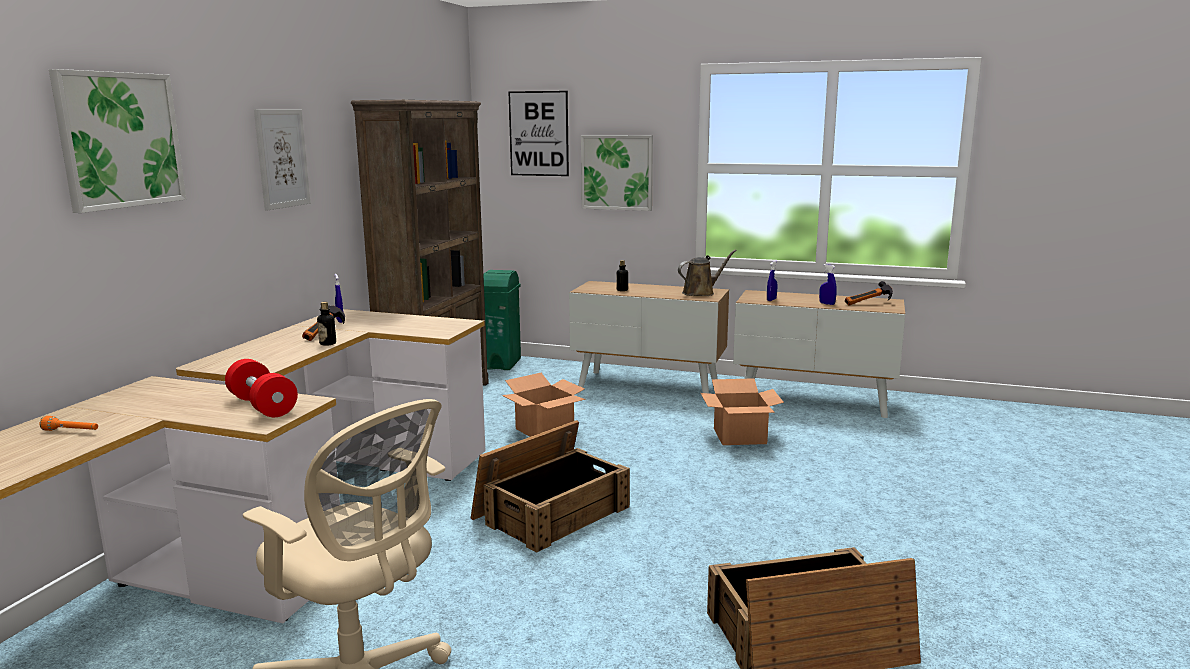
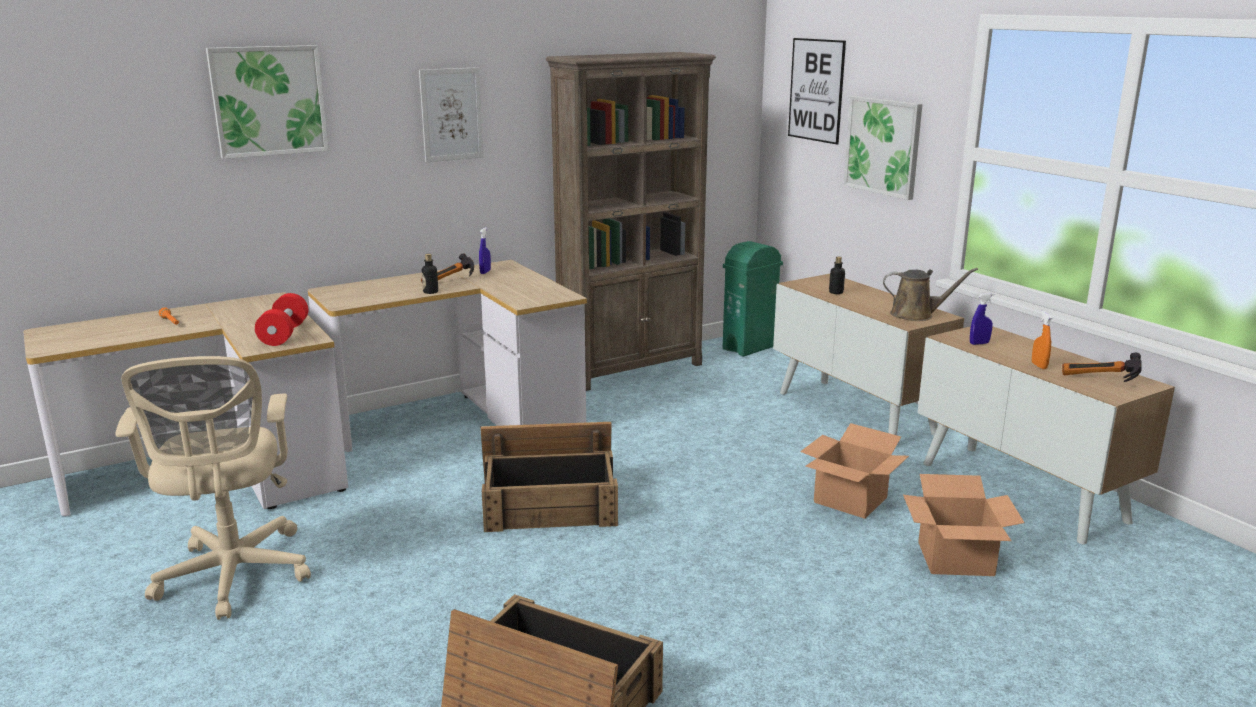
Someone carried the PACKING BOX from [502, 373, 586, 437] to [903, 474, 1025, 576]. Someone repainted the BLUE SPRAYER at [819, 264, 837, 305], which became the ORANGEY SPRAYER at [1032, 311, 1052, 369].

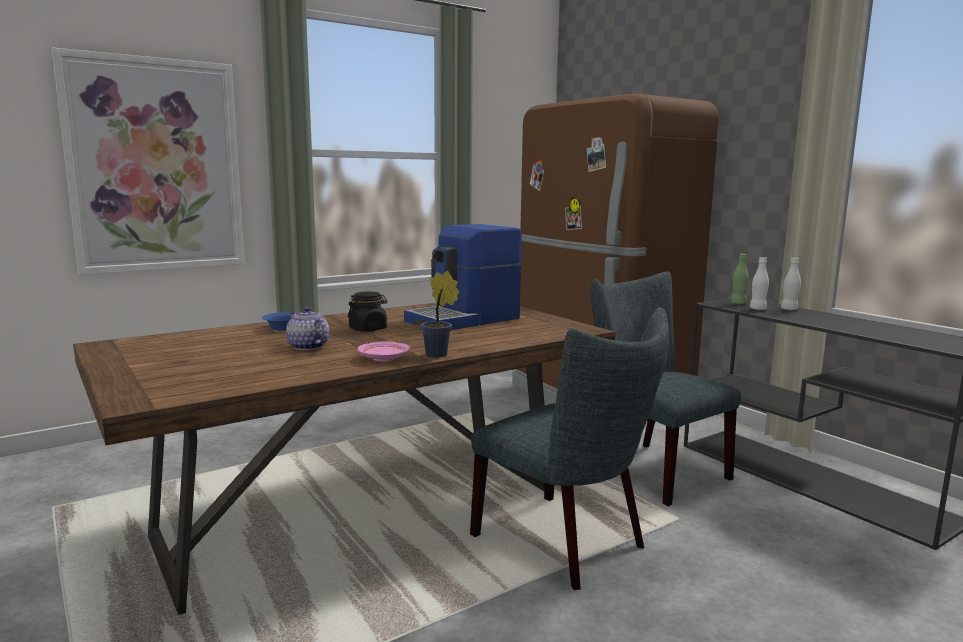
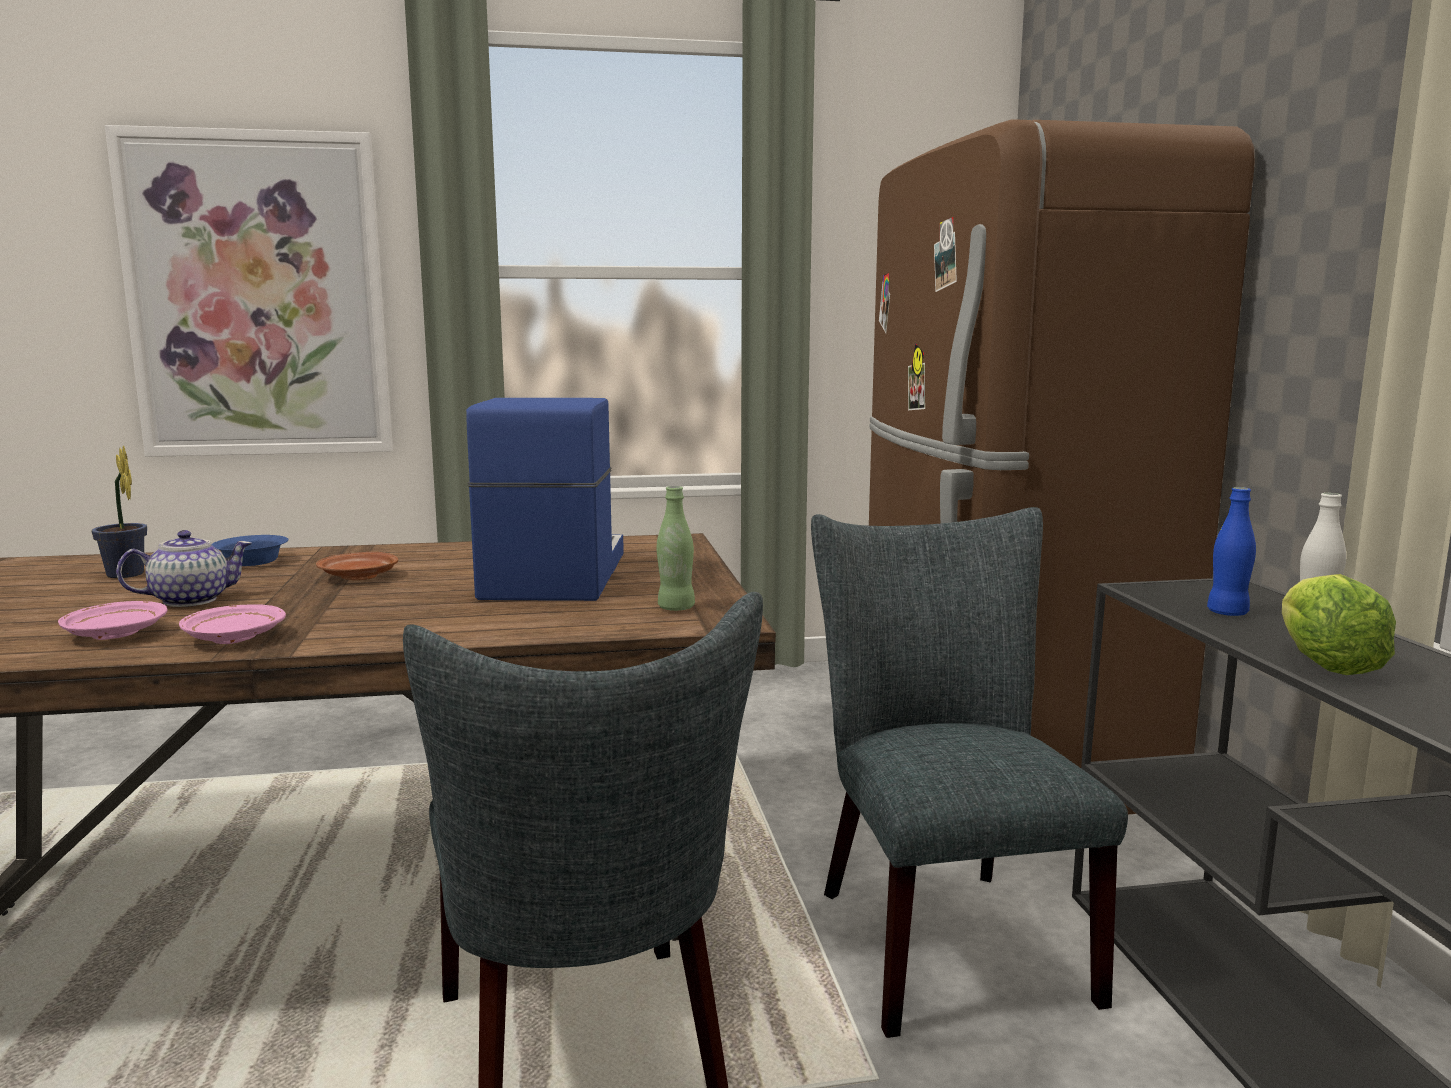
Someone put down the PINKISH FLAT DISH at [58, 601, 168, 640]. Someone put down the HEAD OF LETTUCE at [1282, 574, 1396, 675]. Someone carried the PLANT IN A POT from [421, 271, 459, 358] to [92, 446, 147, 578]. Someone carried the GREEN DRINK BOTTLE from [731, 254, 749, 304] to [657, 486, 695, 611]. Someone swapped the BLACK-COLOURED JAR at [348, 291, 387, 332] for the BROWN-COLOURED FLAT DISH at [316, 552, 398, 580]. Someone repainted the WHITE DRINK BOTTLE at [750, 257, 769, 310], which became the BLUE DRINK BOTTLE at [1207, 487, 1256, 616]. Someone rotated the TEAPOT at [286, 307, 329, 350] by 75 degrees clockwise. Someone rotated the COFFEE MAKER at [404, 224, 522, 330] by 105 degrees clockwise.

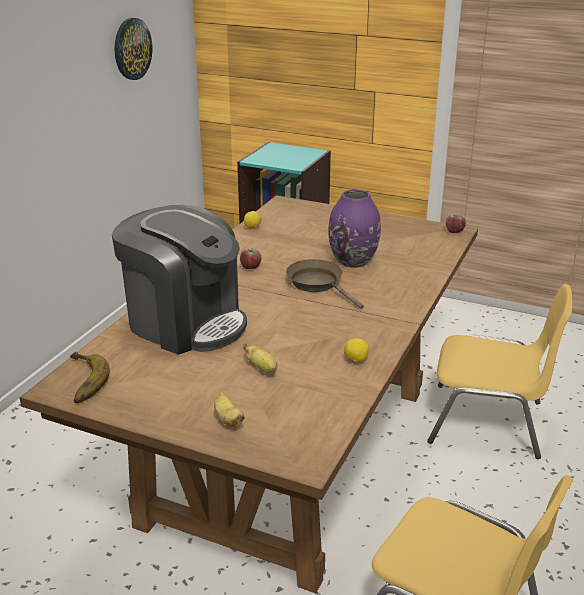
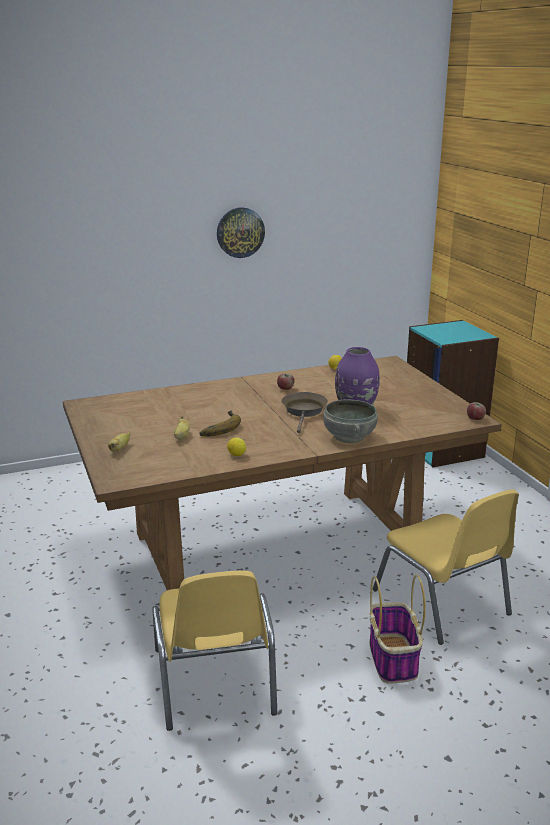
Someone took away the COFFEE MAKER at [112, 205, 247, 355]. Someone put down the GREY SERVING BOWL at [323, 399, 378, 443]. Someone put down the STORAGE BASKET at [370, 575, 426, 684]. Someone carried the BANANA from [70, 352, 110, 404] to [200, 410, 241, 437]. Someone carried the CLOCK ON THE WALL from [115, 18, 152, 80] to [217, 207, 265, 258].

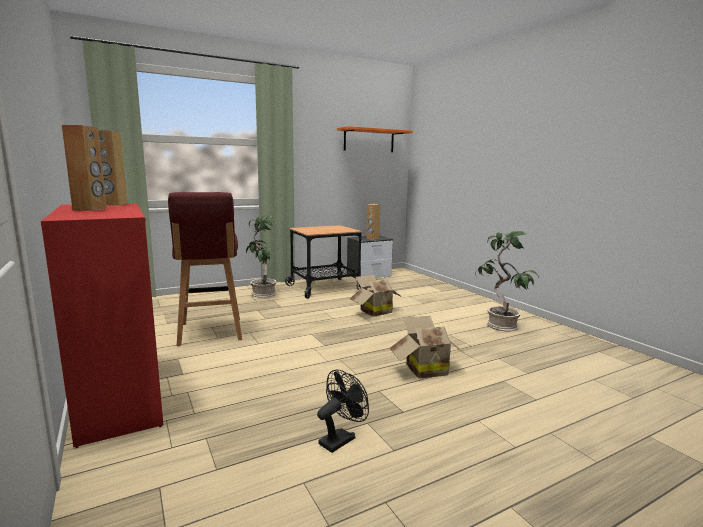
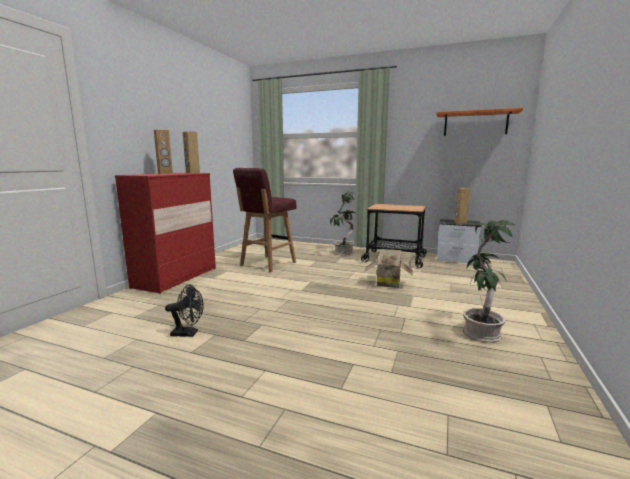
Someone took away the PACKING BOX at [390, 316, 466, 379].

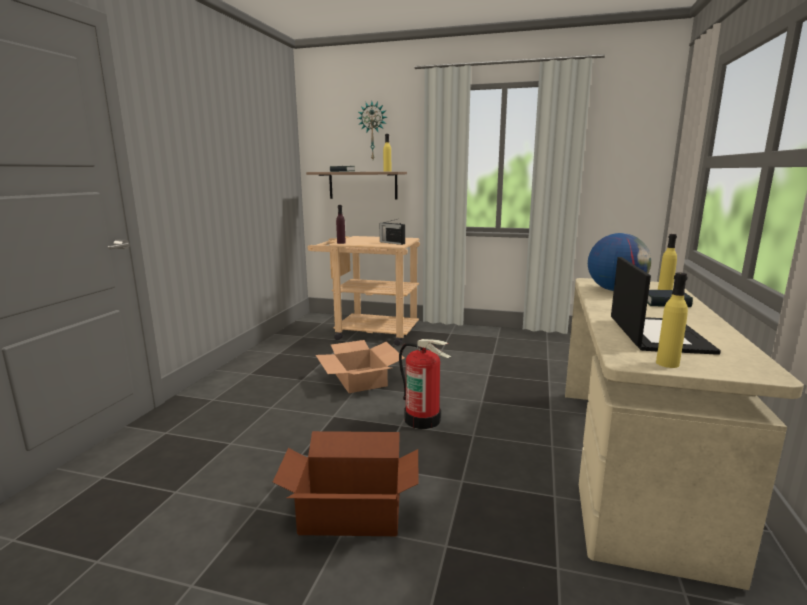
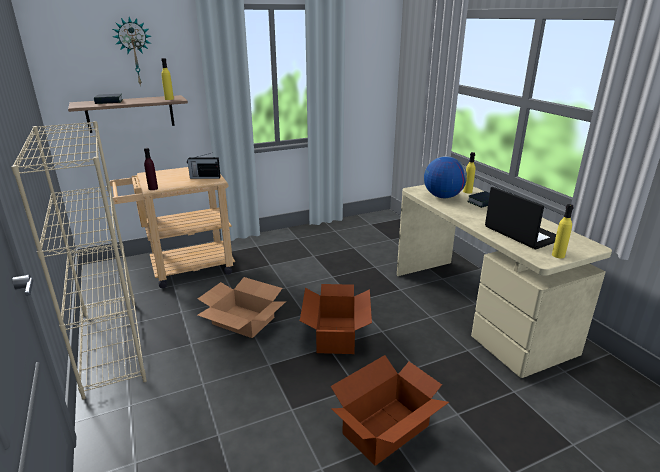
Someone put down the BEIGE BOOKSHELF at [11, 121, 147, 400]. Someone swapped the FIRE EXTINGUISHER at [399, 339, 451, 429] for the PACKING BOX at [300, 284, 372, 354].

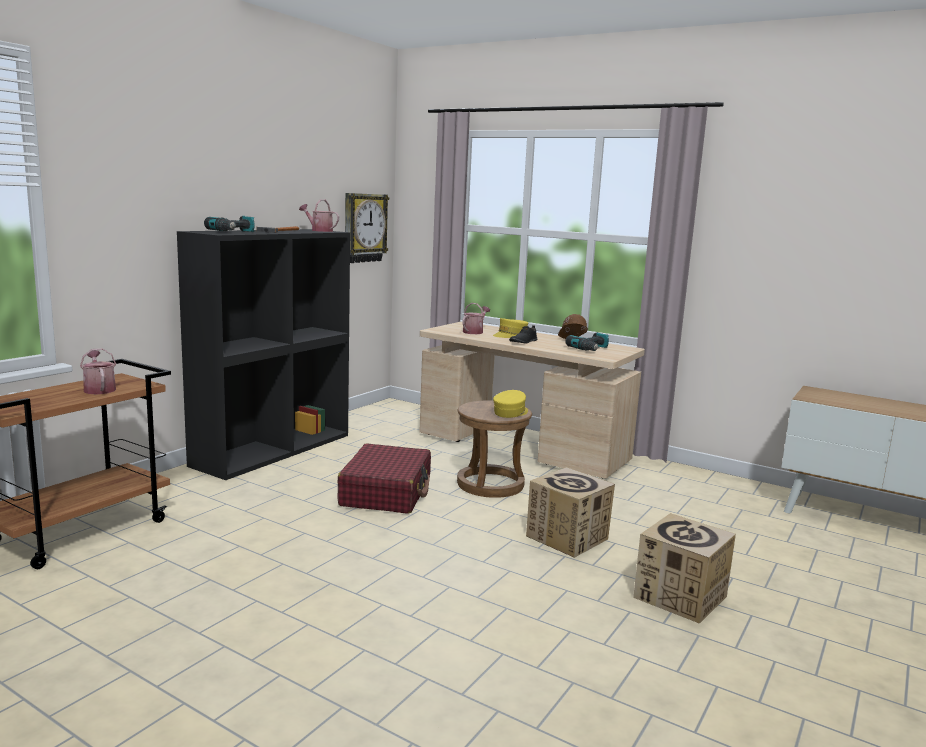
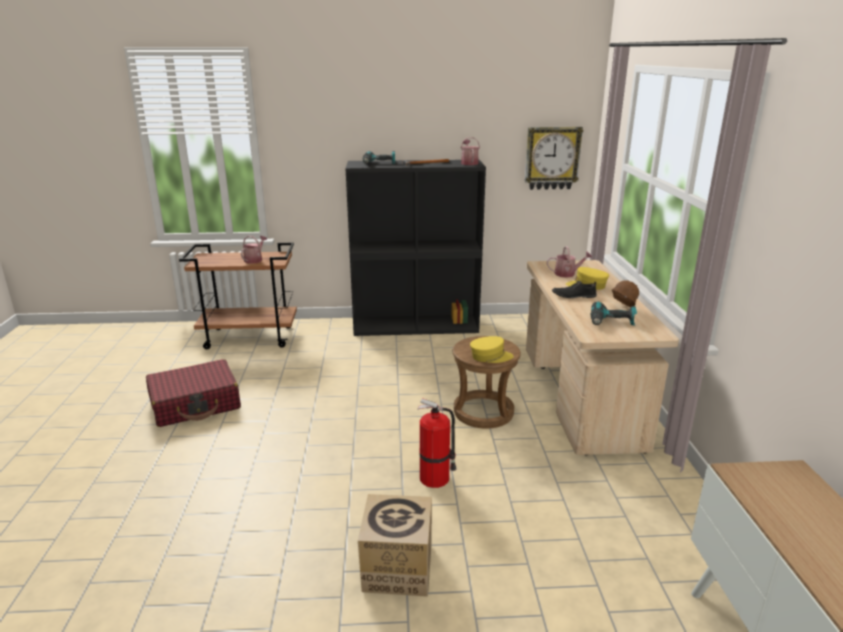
Someone carried the REDDISH PIECE OF LUGGAGE from [338, 443, 431, 514] to [146, 359, 241, 427]. Someone swapped the PACKING BOX at [526, 467, 615, 558] for the FIRE EXTINGUISHER at [418, 398, 456, 488].

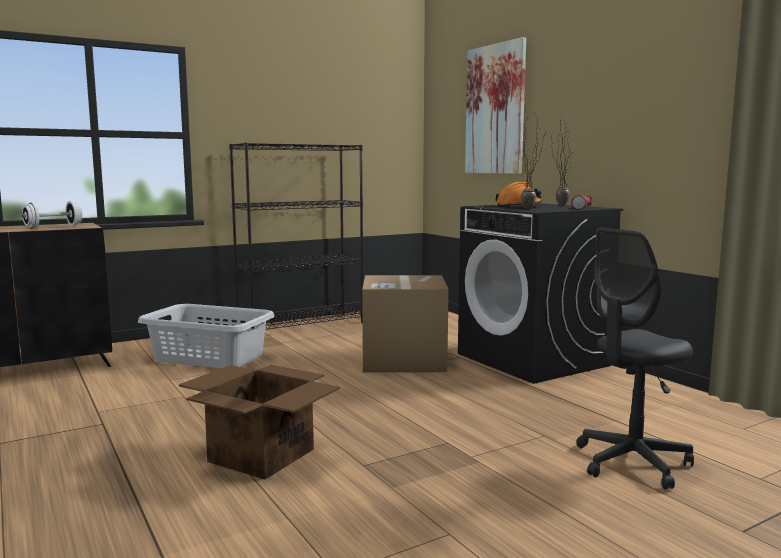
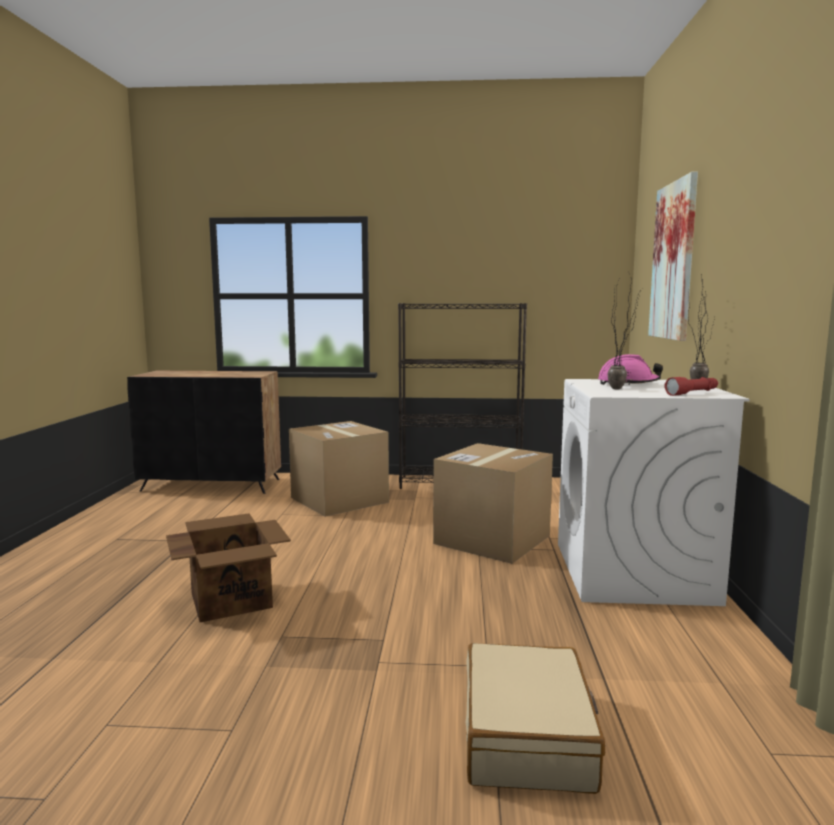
Someone took away the WHITE DUMBBELL at [22, 201, 83, 228]. Someone swapped the GREY LAUNDRY BASKET at [138, 304, 275, 369] for the PACKING BOX at [289, 421, 389, 517]. Someone swapped the GREY COMPUTER CHAIR at [577, 228, 694, 489] for the BEIGE PIECE OF LUGGAGE at [466, 643, 605, 794]. Someone repainted the BLACK-COLOURED WASHING MACHINE at [458, 203, 623, 384], which became the WHITE WASHING MACHINE at [558, 379, 750, 606]. Someone repainted the ORANGEY WORK HELMET at [495, 182, 542, 207], which became the PINKISH WORK HELMET at [598, 354, 663, 385].

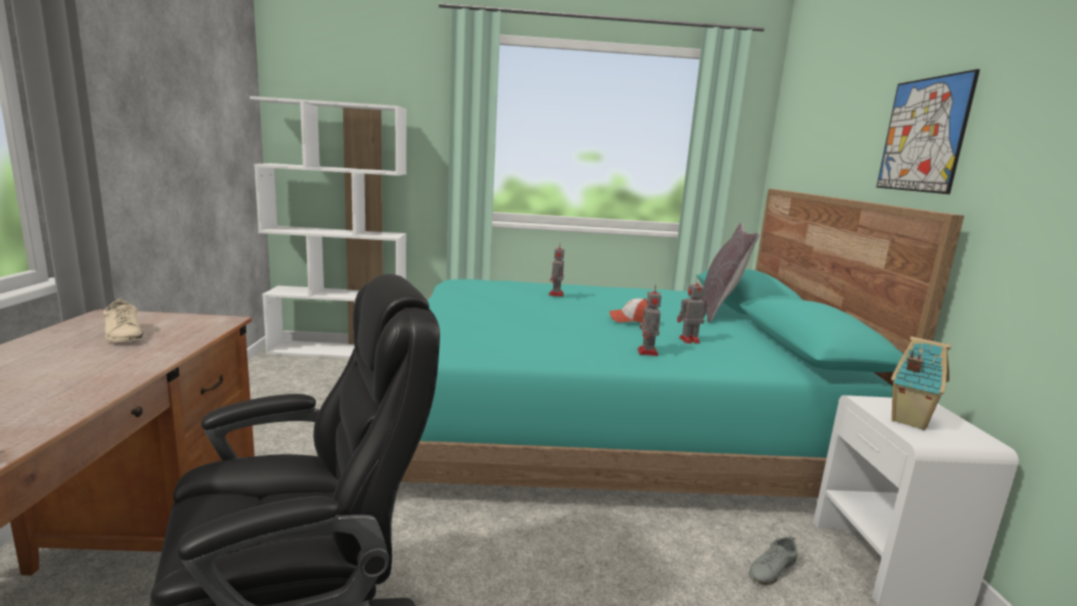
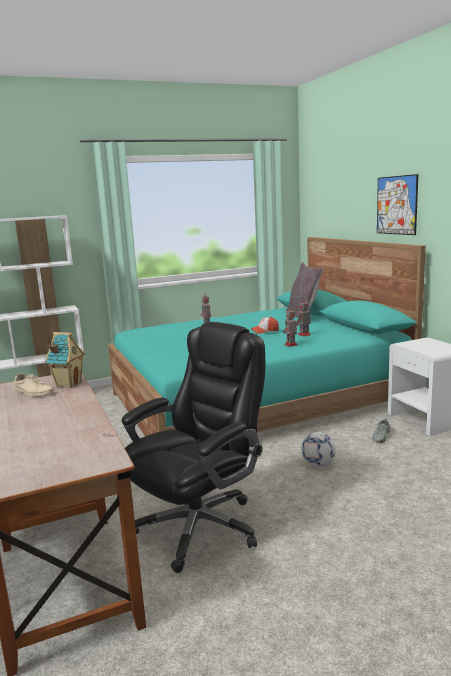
Someone put down the FOOTBALL at [301, 432, 335, 466]. Someone carried the MINIATURE HOUSE from [891, 336, 951, 430] to [45, 332, 85, 388].

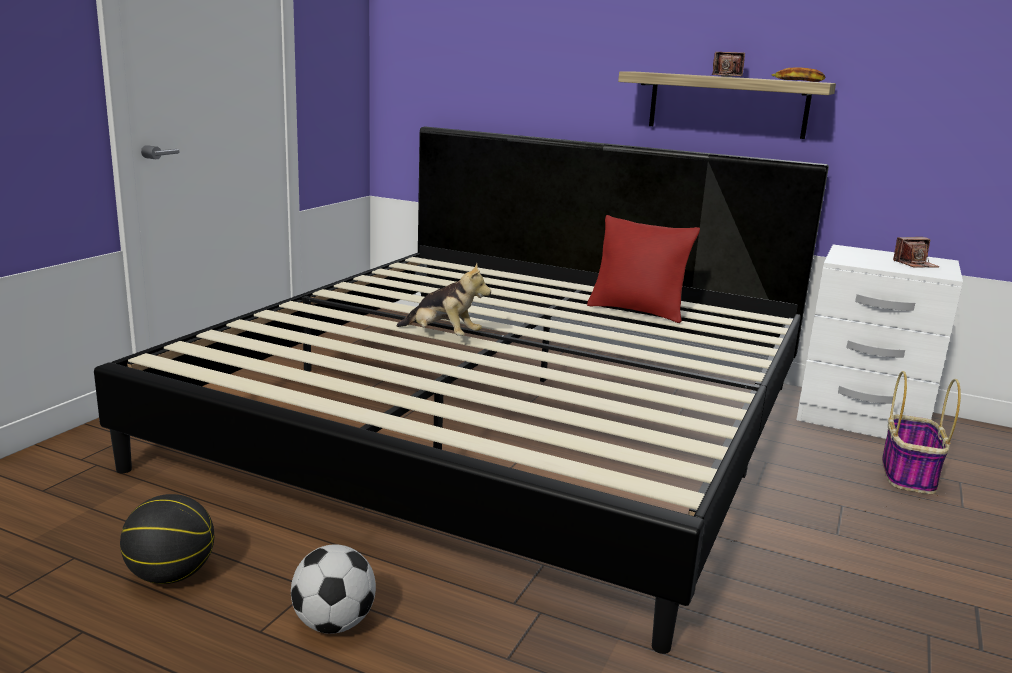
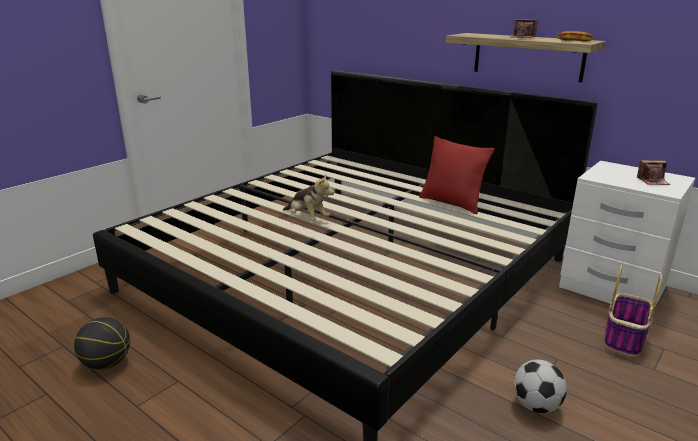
Someone carried the FOOTBALL from [291, 544, 376, 634] to [513, 359, 567, 413].

